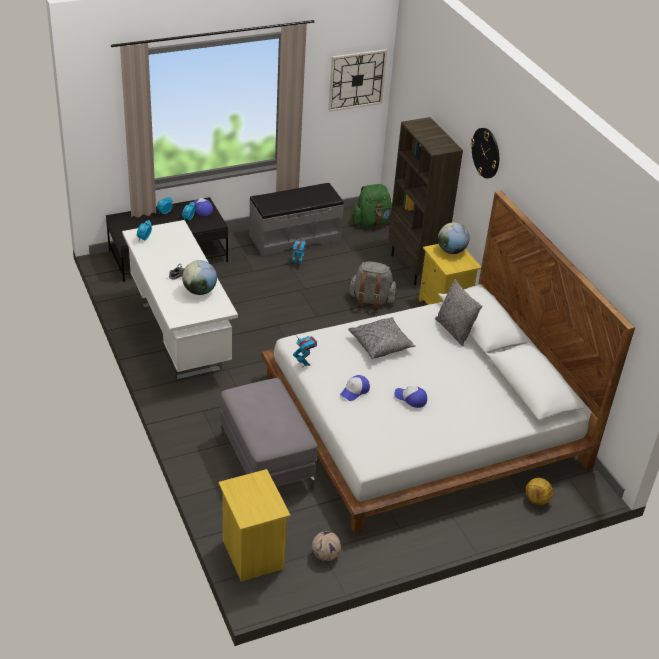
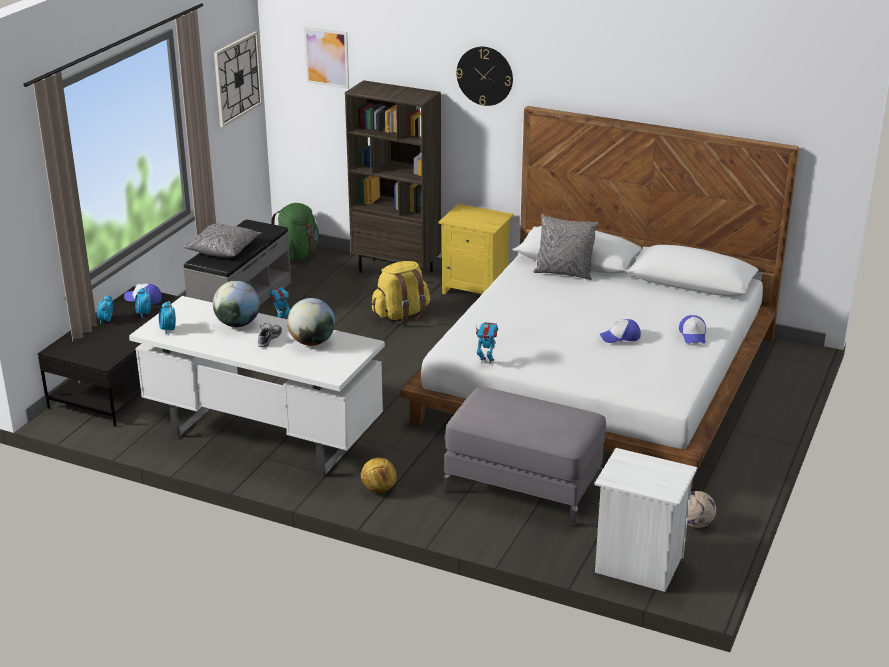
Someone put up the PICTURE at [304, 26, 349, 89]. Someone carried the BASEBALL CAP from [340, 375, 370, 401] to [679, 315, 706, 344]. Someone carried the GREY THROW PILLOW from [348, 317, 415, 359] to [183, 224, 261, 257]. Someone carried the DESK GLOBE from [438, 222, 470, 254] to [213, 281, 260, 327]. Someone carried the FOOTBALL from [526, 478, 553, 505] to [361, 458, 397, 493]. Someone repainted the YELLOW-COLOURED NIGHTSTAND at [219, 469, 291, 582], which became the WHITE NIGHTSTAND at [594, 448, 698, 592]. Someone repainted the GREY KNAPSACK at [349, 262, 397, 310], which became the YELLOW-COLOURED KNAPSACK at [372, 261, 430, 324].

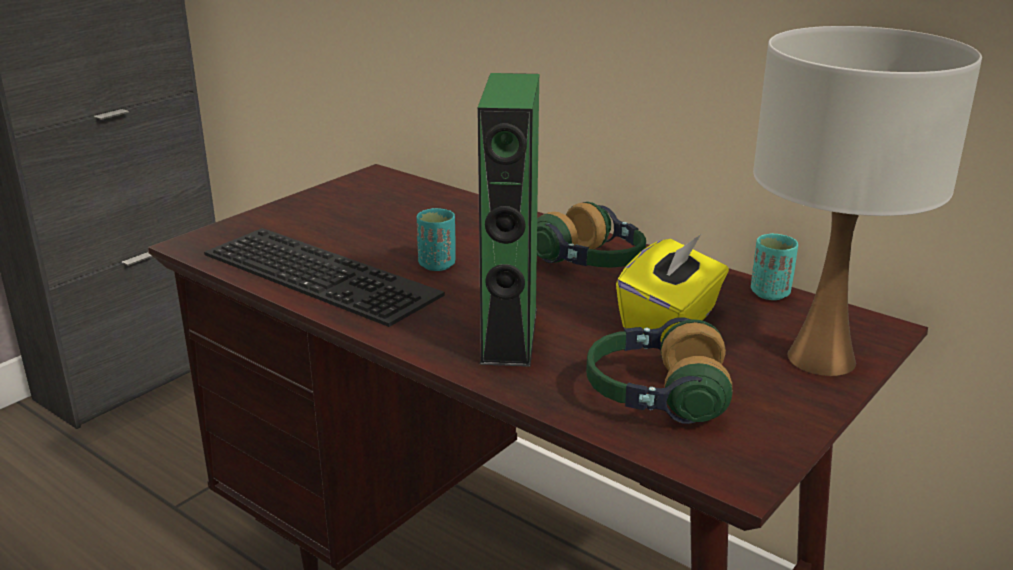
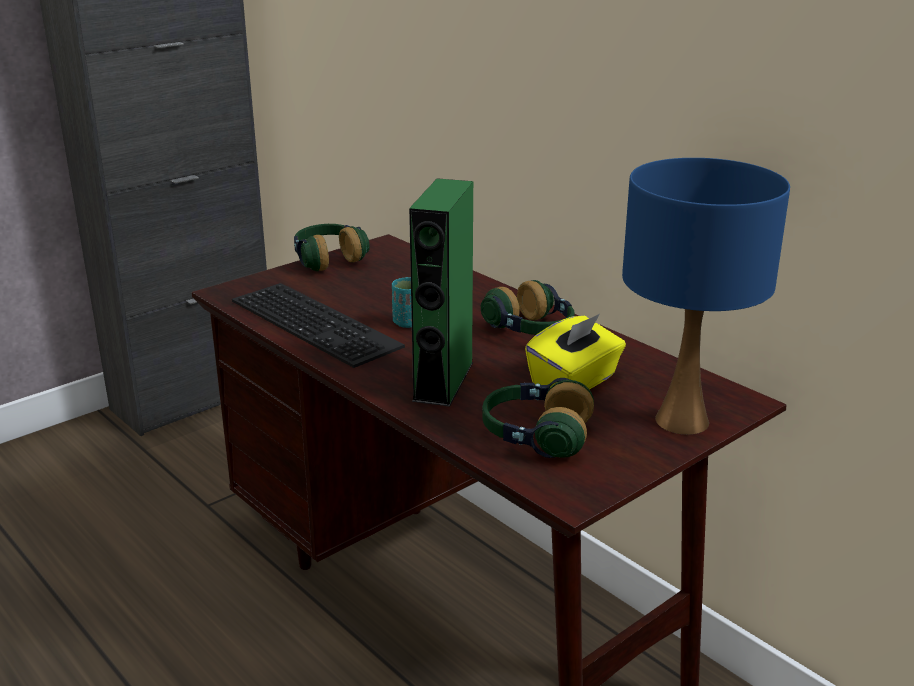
Someone took away the TURQUOISE SMALL CUP at [751, 233, 798, 300]. Someone put down the HEADSET at [294, 224, 370, 271]. Someone repainted the WHITE TABLETOP LAMP at [753, 26, 982, 376], which became the BLUE TABLETOP LAMP at [622, 158, 790, 435].

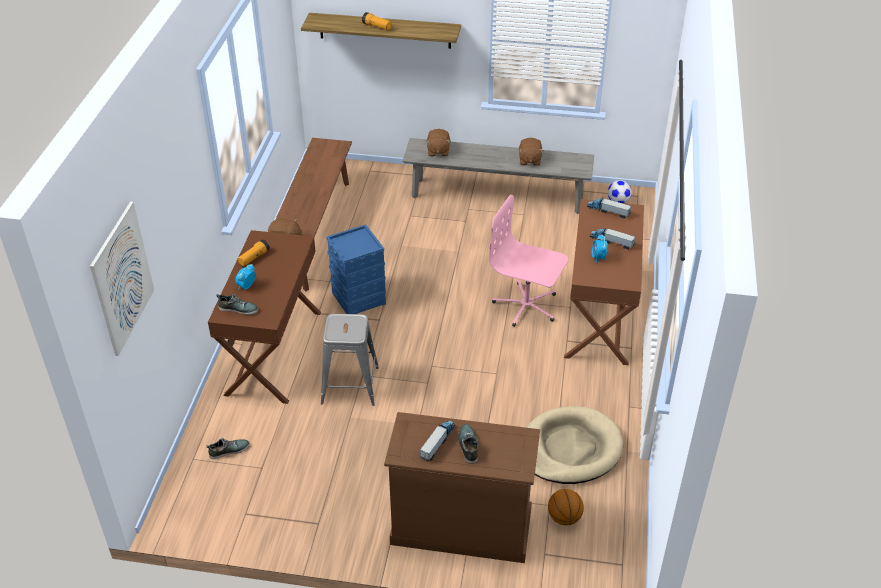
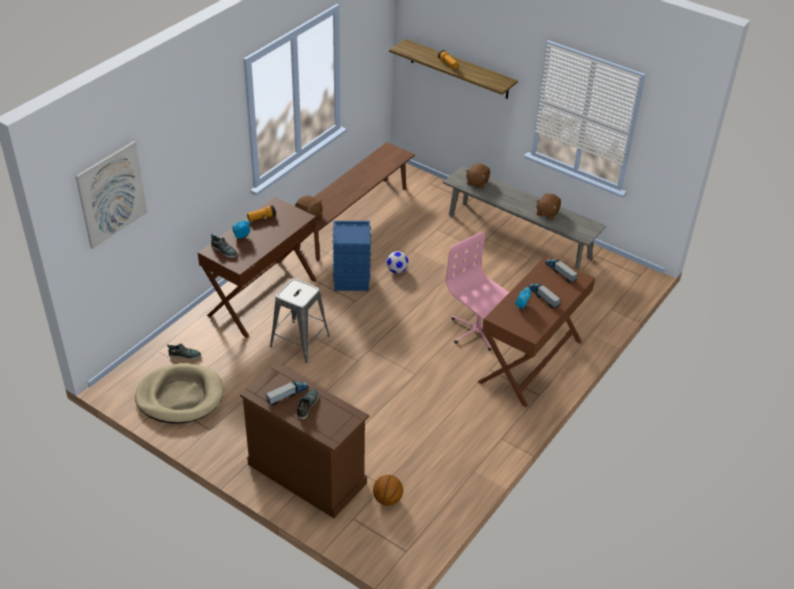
Someone carried the BEIGE DOG CUSHION from [525, 406, 623, 484] to [135, 363, 224, 424]. Someone carried the FOOTBALL from [607, 180, 632, 203] to [386, 251, 409, 274].

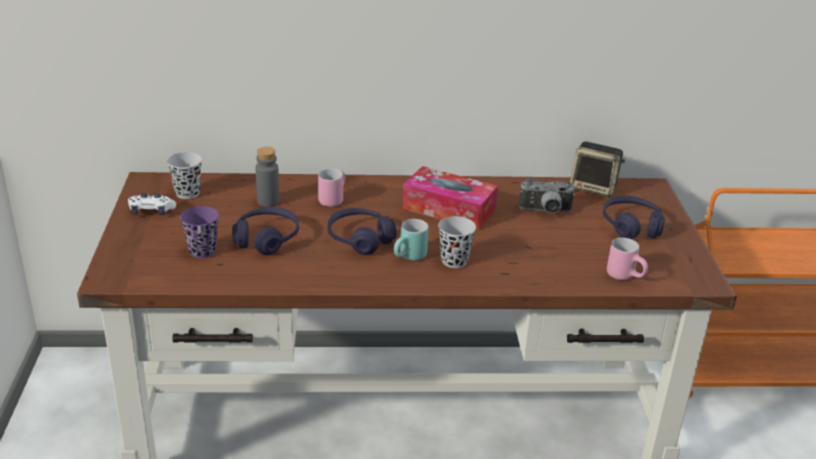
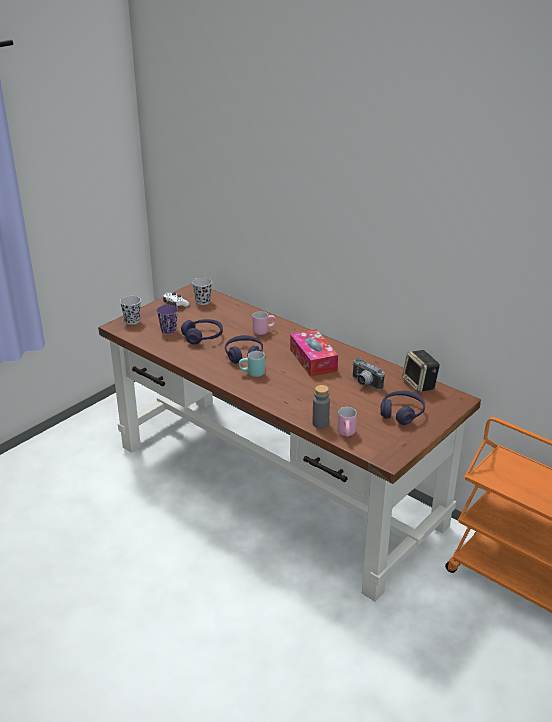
Someone carried the GREY DRINK BOTTLE from [256, 147, 279, 207] to [313, 385, 330, 429]. Someone carried the BLACK-COLOURED SMALL CUP from [438, 216, 476, 268] to [120, 296, 141, 325].

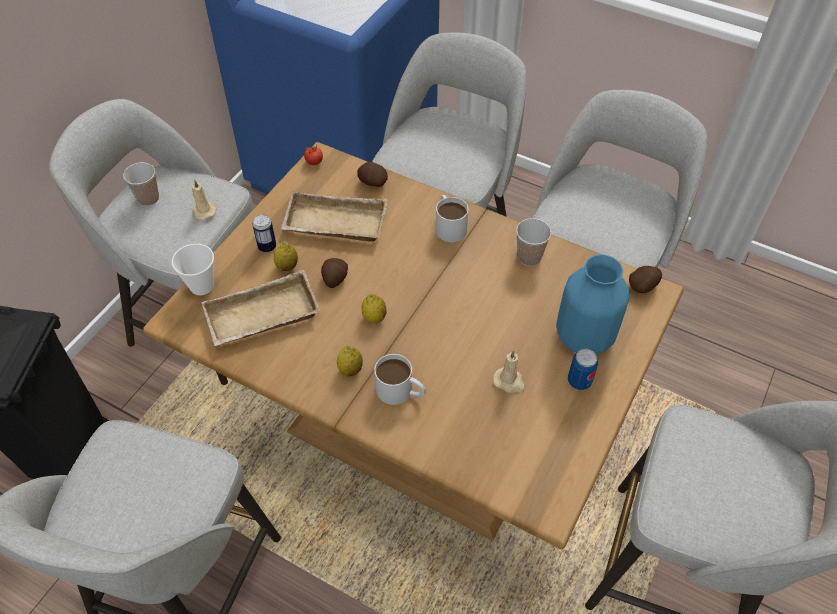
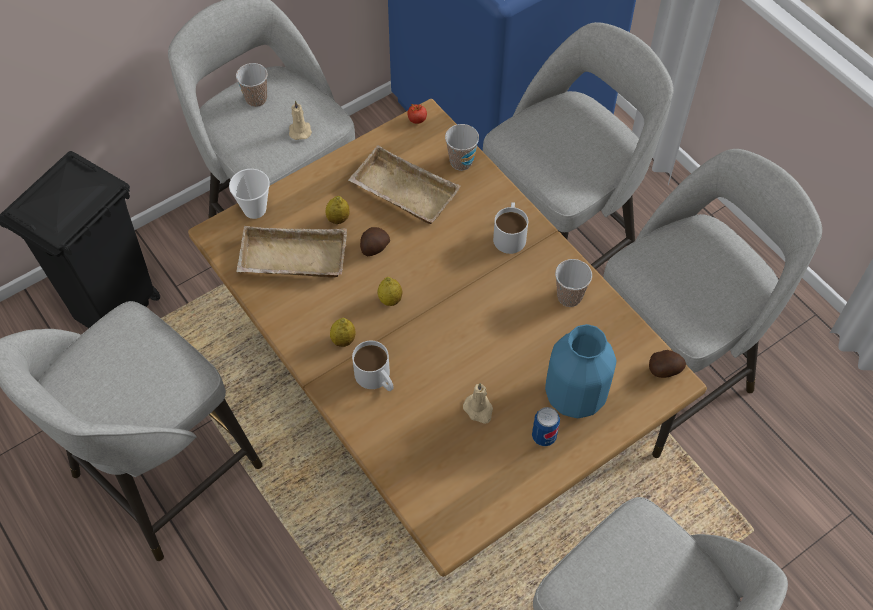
Someone took away the CAN at [252, 214, 276, 252]. Someone swapped the POTATO at [357, 162, 388, 187] for the SMALL CUP at [445, 124, 479, 171].

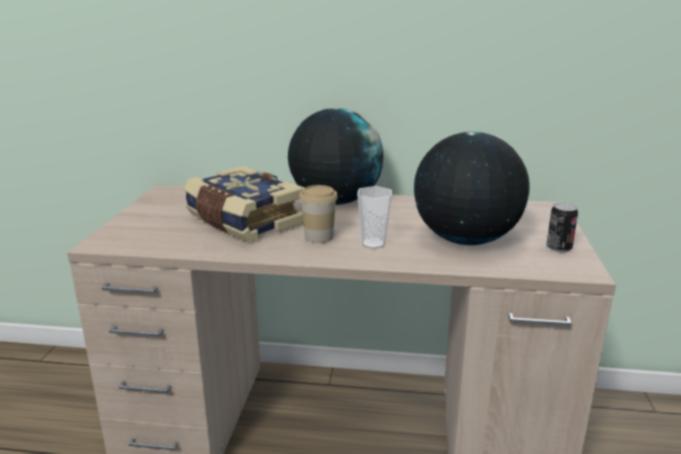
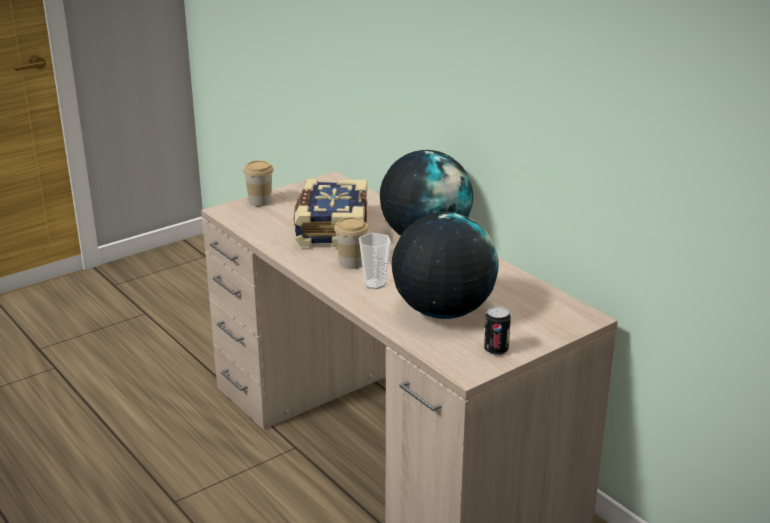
Someone put down the SMALL CUP at [243, 160, 273, 206].

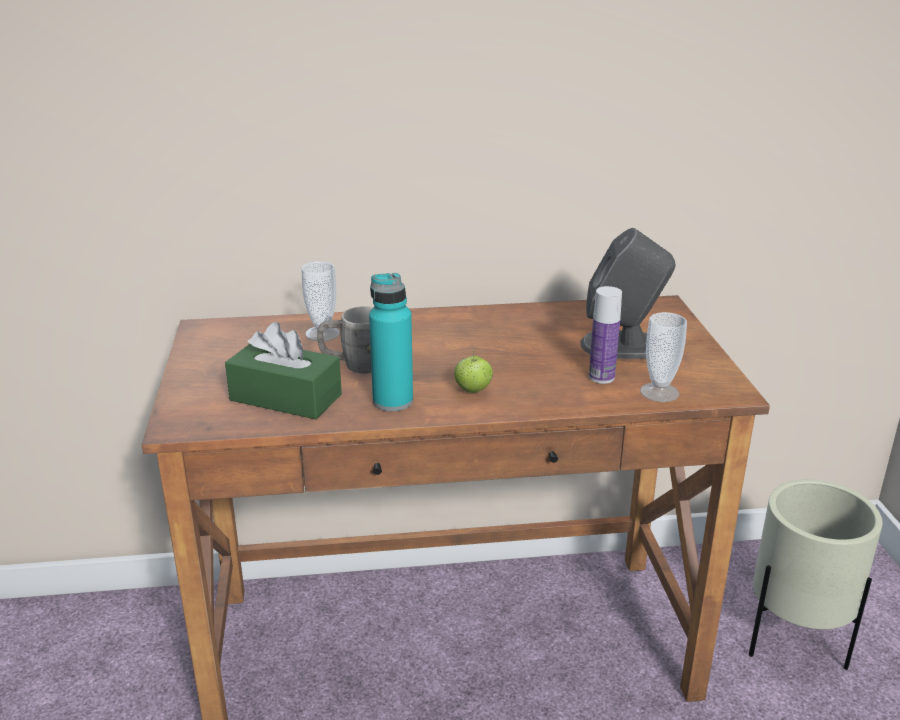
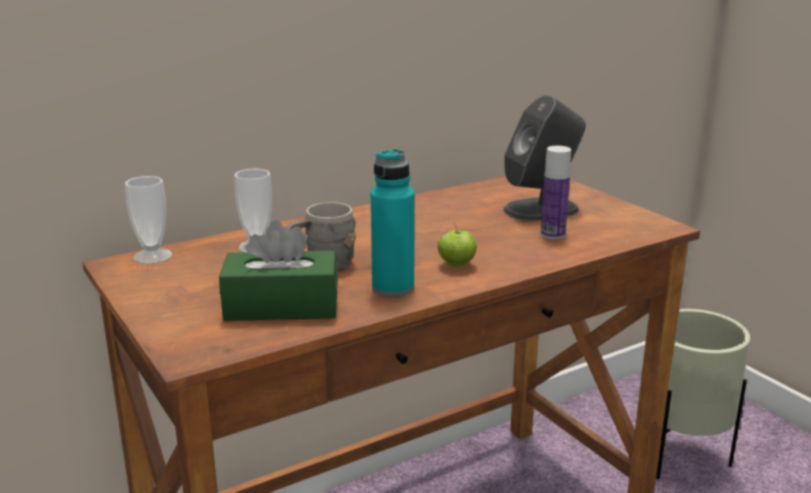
Someone carried the SMALL CUP from [640, 312, 687, 402] to [125, 176, 172, 264].

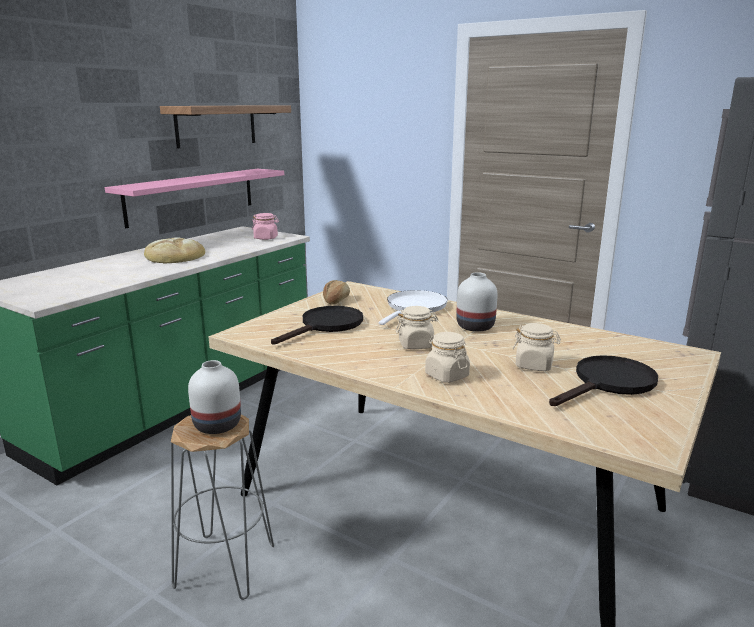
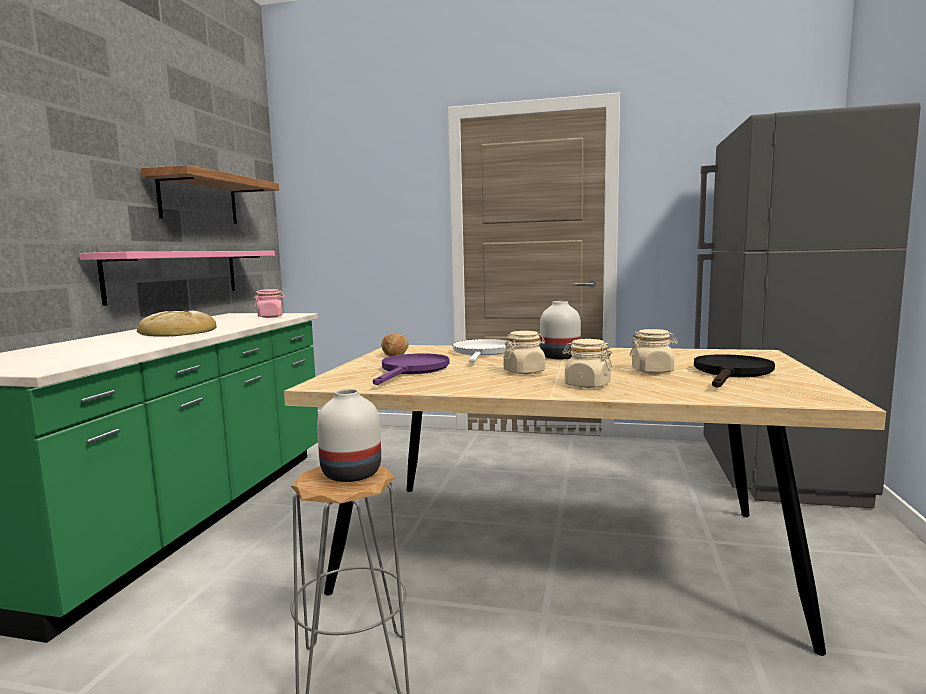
Someone repainted the BLACK-COLOURED SKILLET at [271, 306, 363, 345], which became the PURPLE-COLOURED SKILLET at [373, 353, 450, 385].

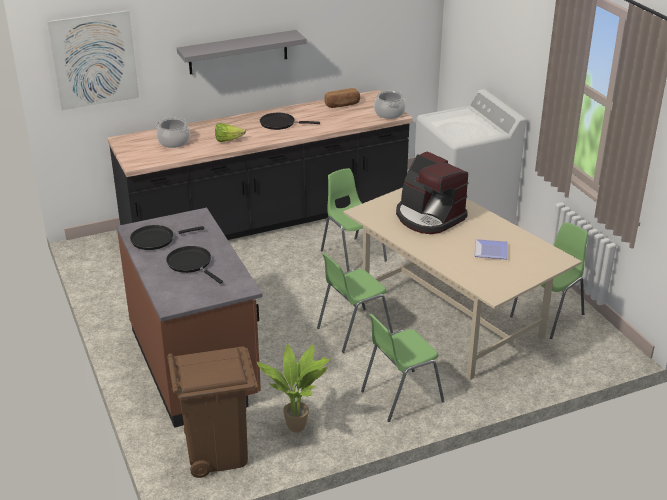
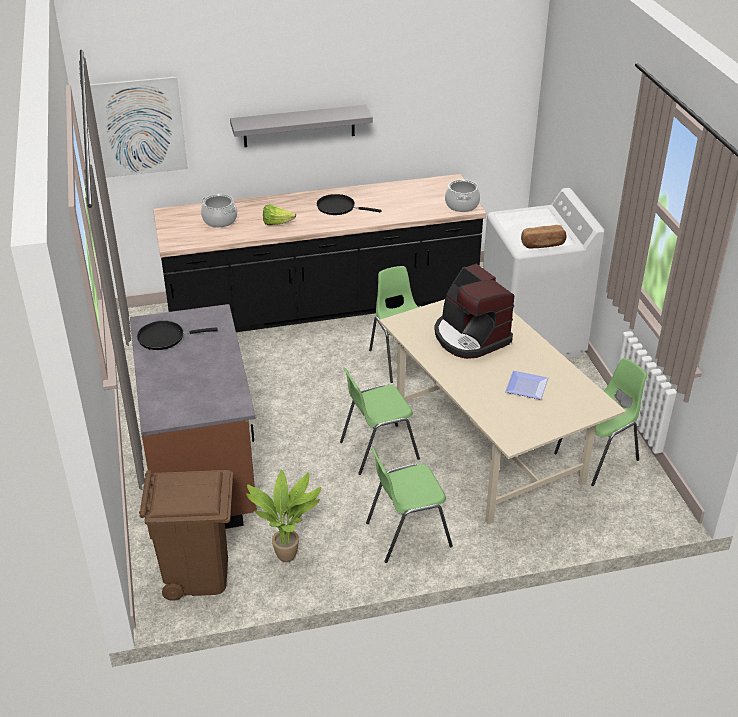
Someone took away the BLACK-COLOURED SKILLET at [166, 246, 223, 284]. Someone carried the BREAD from [324, 88, 360, 108] to [521, 225, 566, 248].

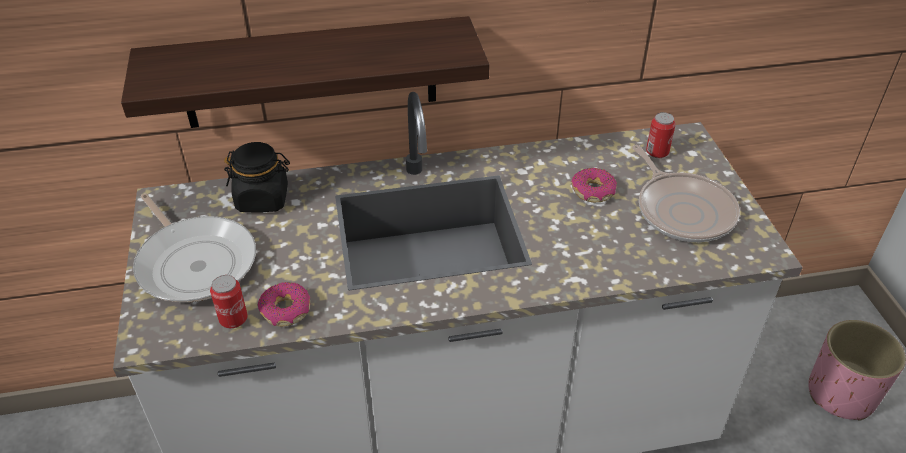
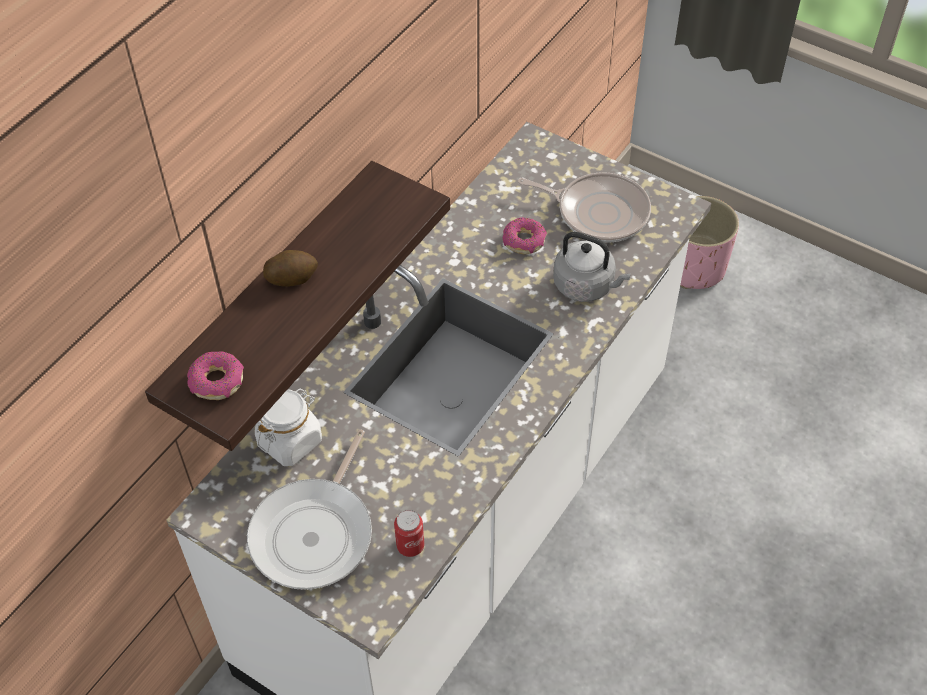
Someone took away the CAN at [646, 112, 676, 158]. Someone put down the POTATO at [263, 250, 318, 287]. Someone put down the GREY KETTLE at [553, 232, 631, 302]. Someone carried the DONUT from [257, 282, 310, 327] to [187, 352, 244, 400]. Someone repainted the BLACK-COLOURED JAR at [224, 142, 290, 213], which became the WHITE JAR at [255, 389, 322, 466]. Someone rotated the SKILLET at [133, 193, 256, 302] by 105 degrees clockwise.

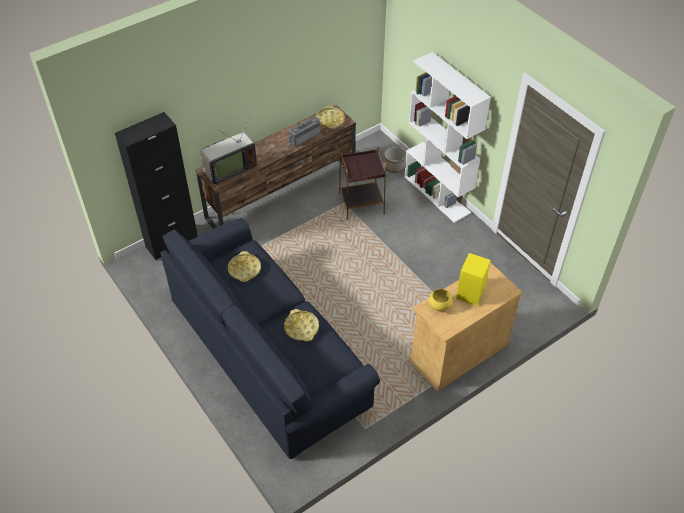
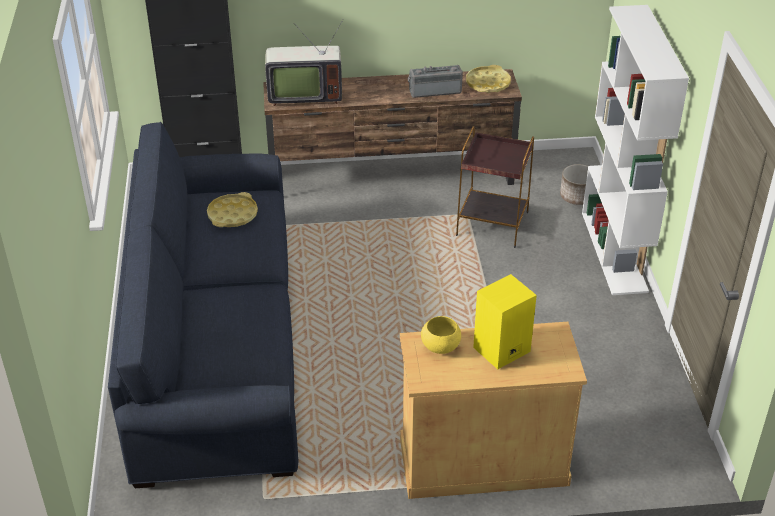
Someone took away the YELLOW-COLOURED CARRYING TRAY at [284, 309, 319, 342].

